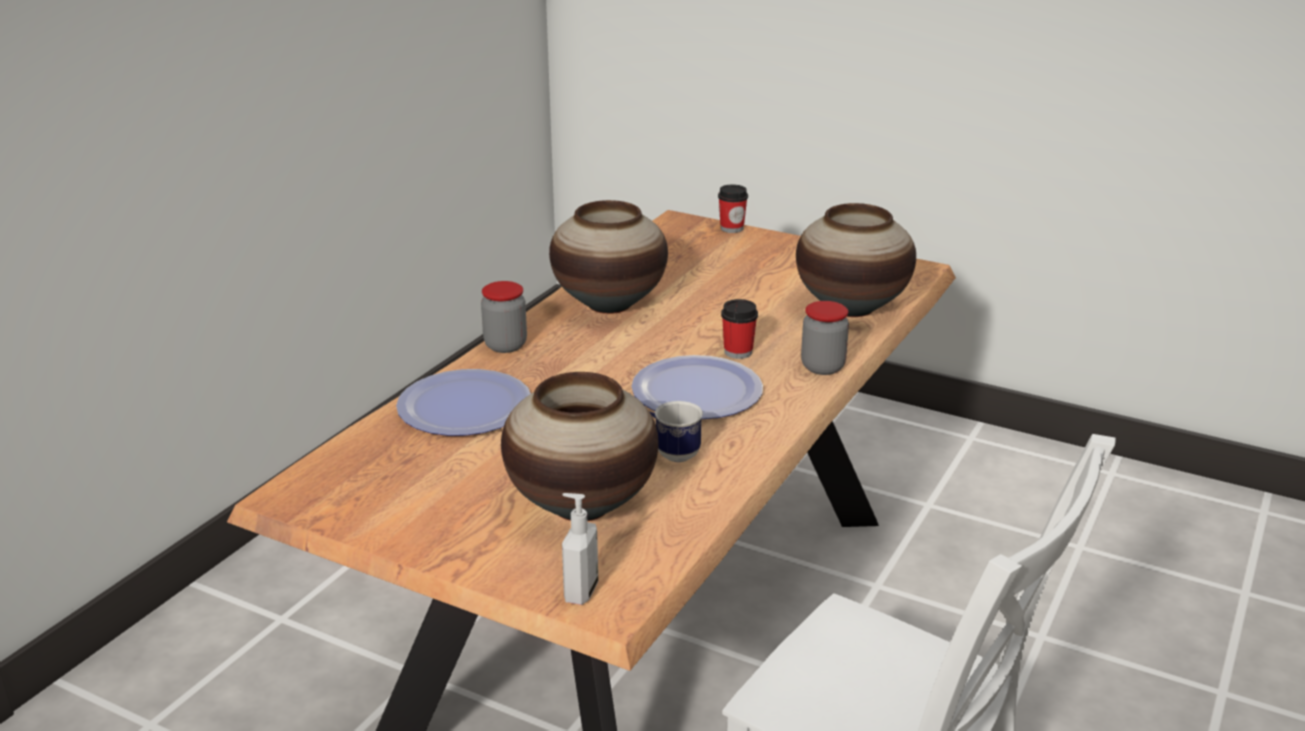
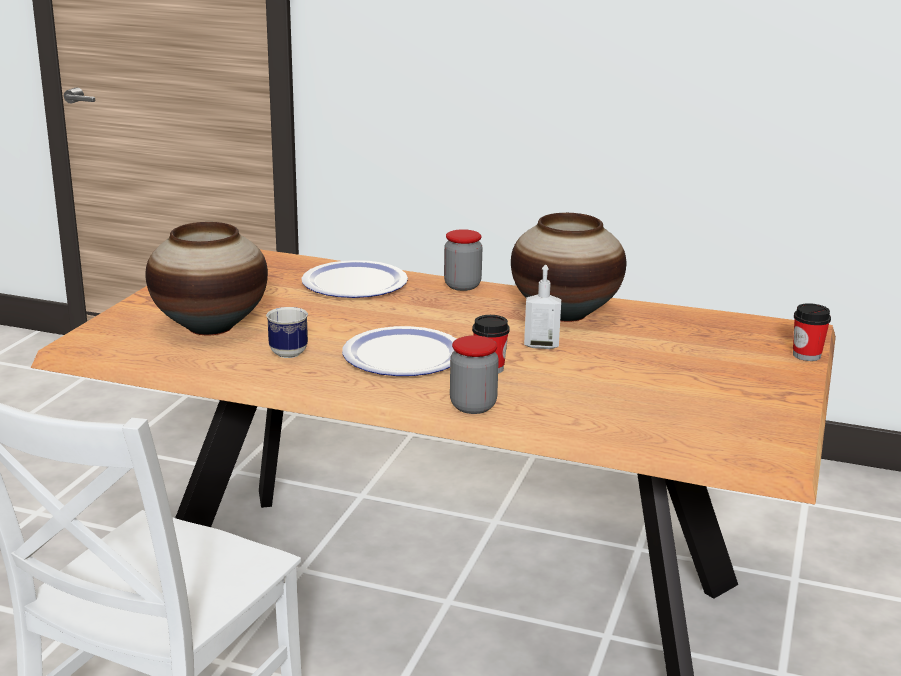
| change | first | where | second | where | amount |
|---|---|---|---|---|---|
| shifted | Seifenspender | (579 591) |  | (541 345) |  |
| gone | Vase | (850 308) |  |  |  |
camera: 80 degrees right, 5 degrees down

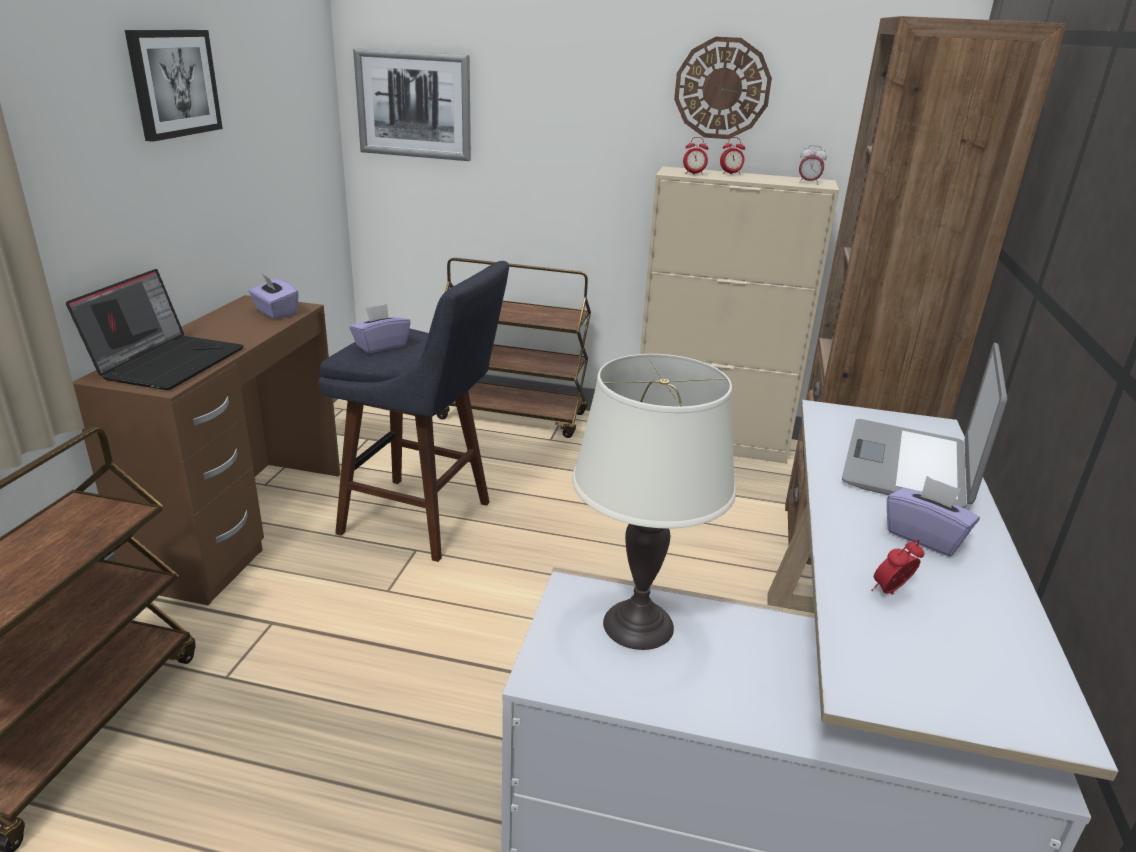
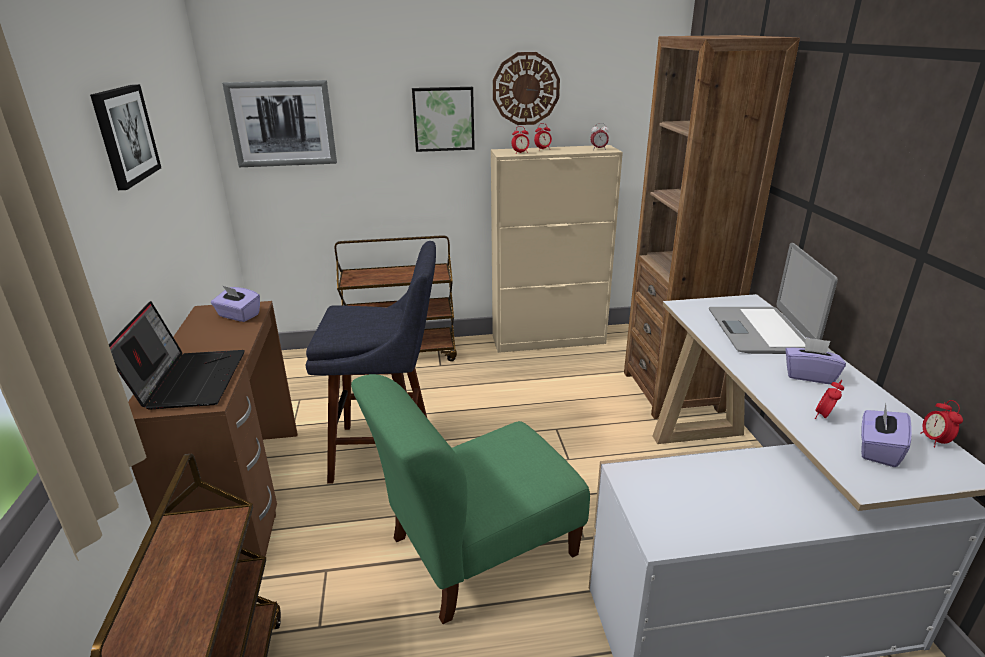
| change | first | where | second | where | amount |
|---|---|---|---|---|---|
| shifted | Taschentuchbox [lila] | (381 346) |  | (878 450) |  |
| gone | Tischlampe [weiß] | (638 625) |  |  |  |
| new |  |  | Stuhl [grün] | (476 551) |  |
| new |  |  | Bild | (443 119) |  |
| new |  |  | Wecker | (934 441) |  |
camera: 20 degrees left, 0 degrees up

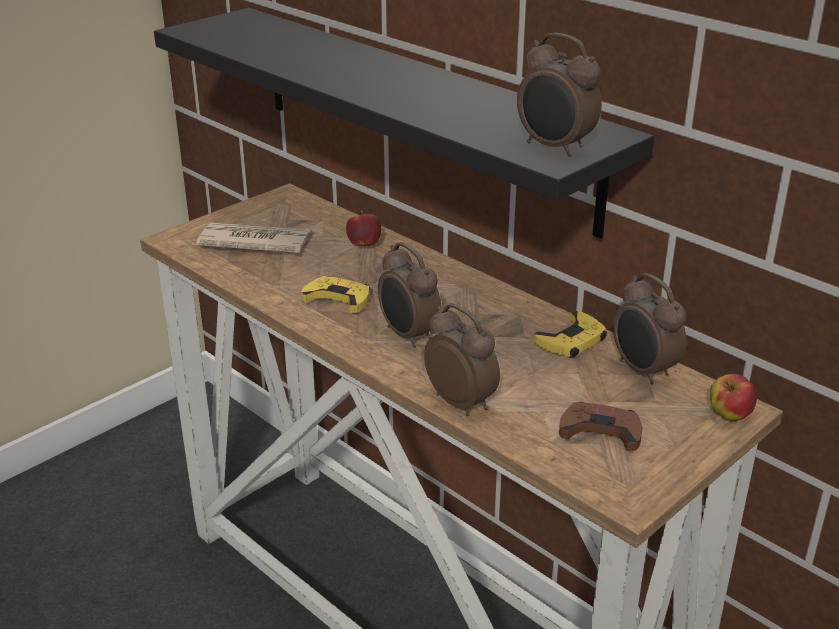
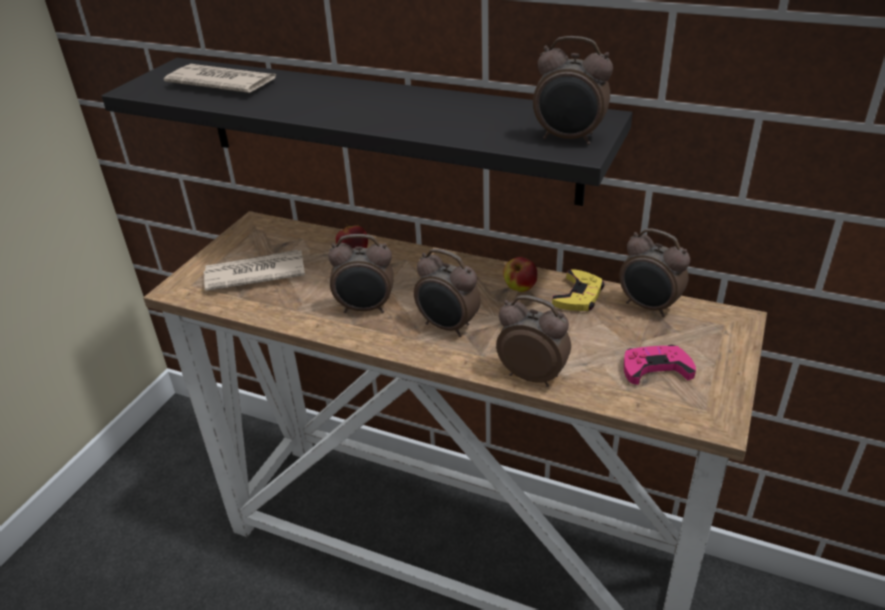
| change | first | where | second | where | amount |
|---|---|---|---|---|---|
| swapped | Gamepad [gelb] | (338 299) | Wecker | (365 309) |  |
| repainted | Gamepad [braun] | (601 431) | Gamepad [rosa] | (655 368) |  |
| shifted | Apfel | (729 415) |  | (520 288) |  |
| new |  |  | Zeitung | (222 83) |  |
camera: 20 degrees left, 5 degrees up

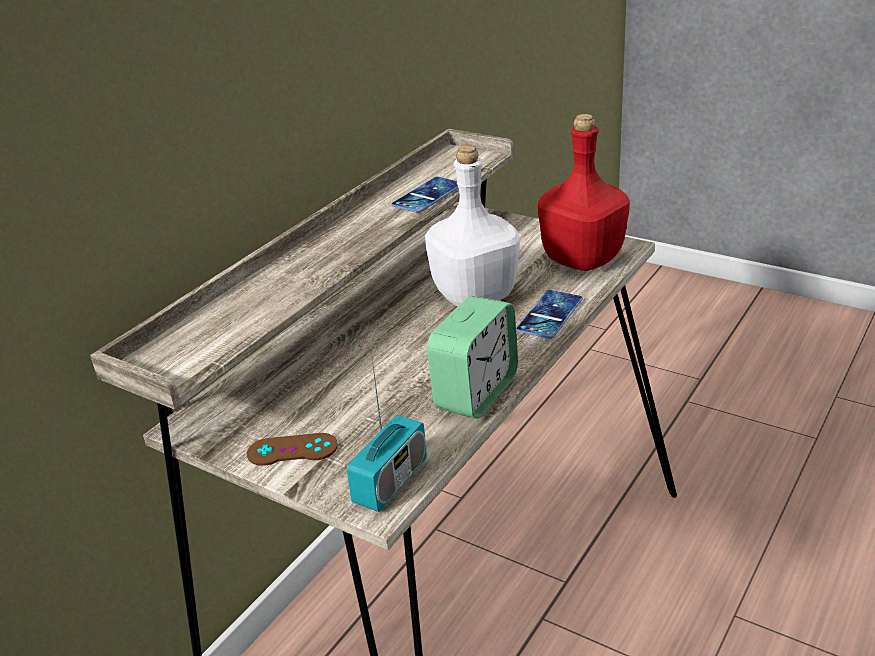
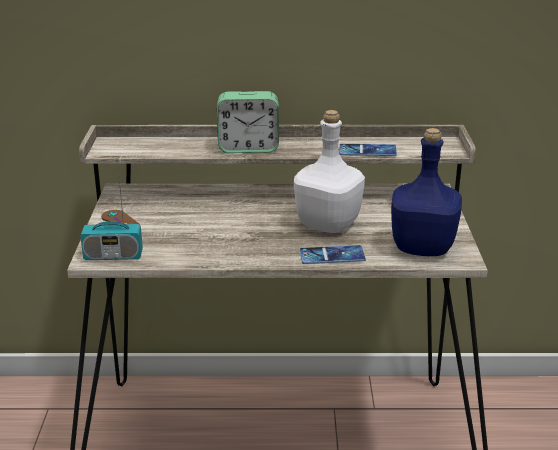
| change | first | where | second | where | amount |
|---|---|---|---|---|---|
| shifted | Wecker | (476 393) |  | (248 148) |  |
| repainted | Flasche [rot] | (583 258) | Flasche [blau] | (424 248) |  |
camera: 55 degrees right, 5 degrees down

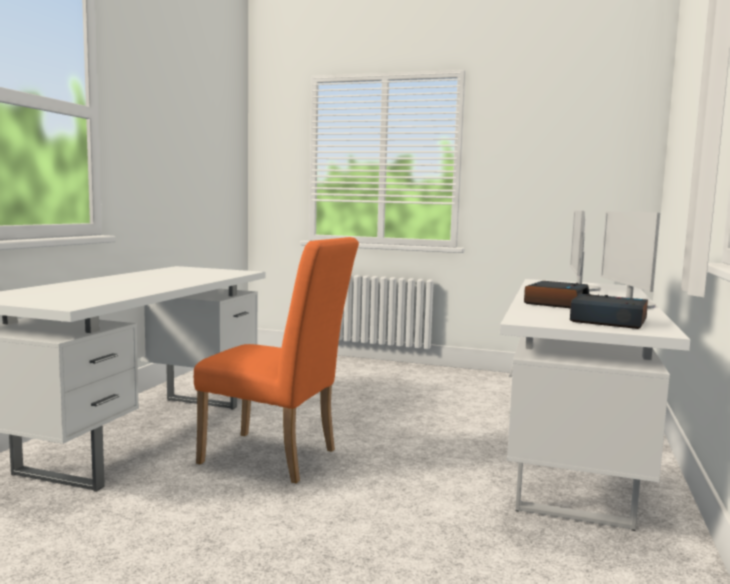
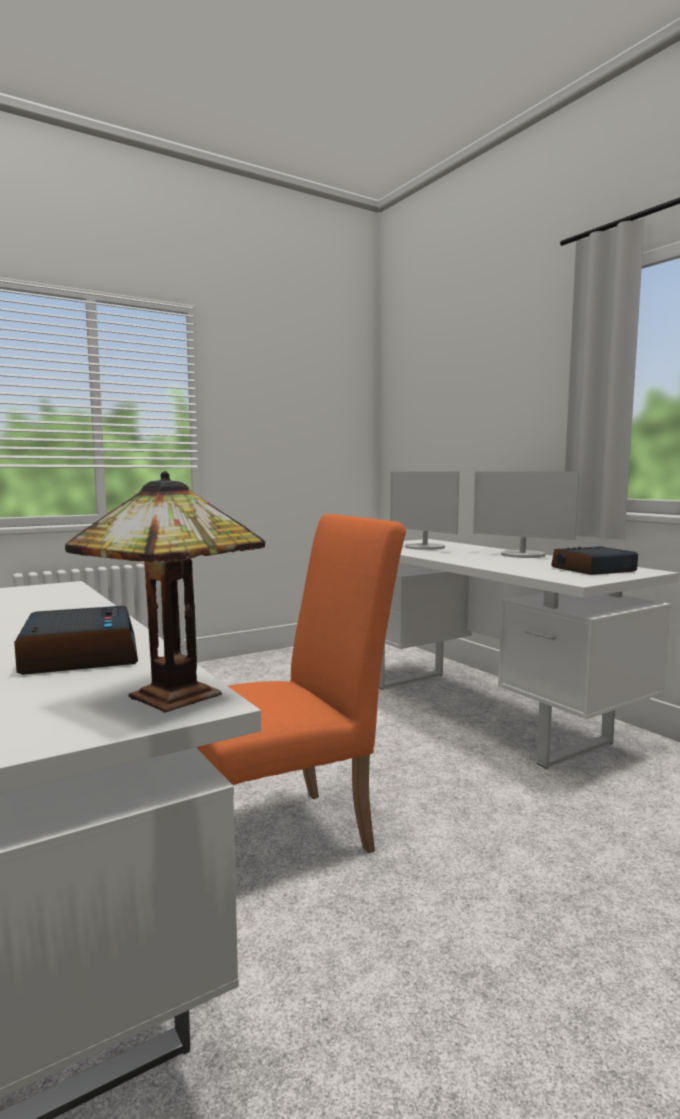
| change | first | where | second | where | amount |
|---|---|---|---|---|---|
| shifted | Wecker | (556 303) |  | (79 654) |  |
| new |  |  | Tischlampe | (172 699) |  |
camera: 50 degrees left, 0 degrees up

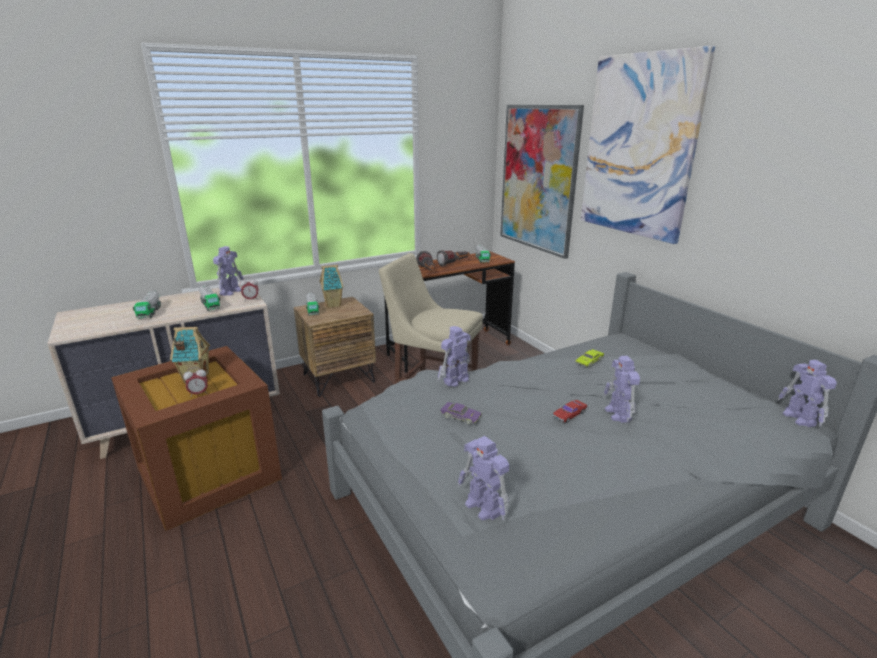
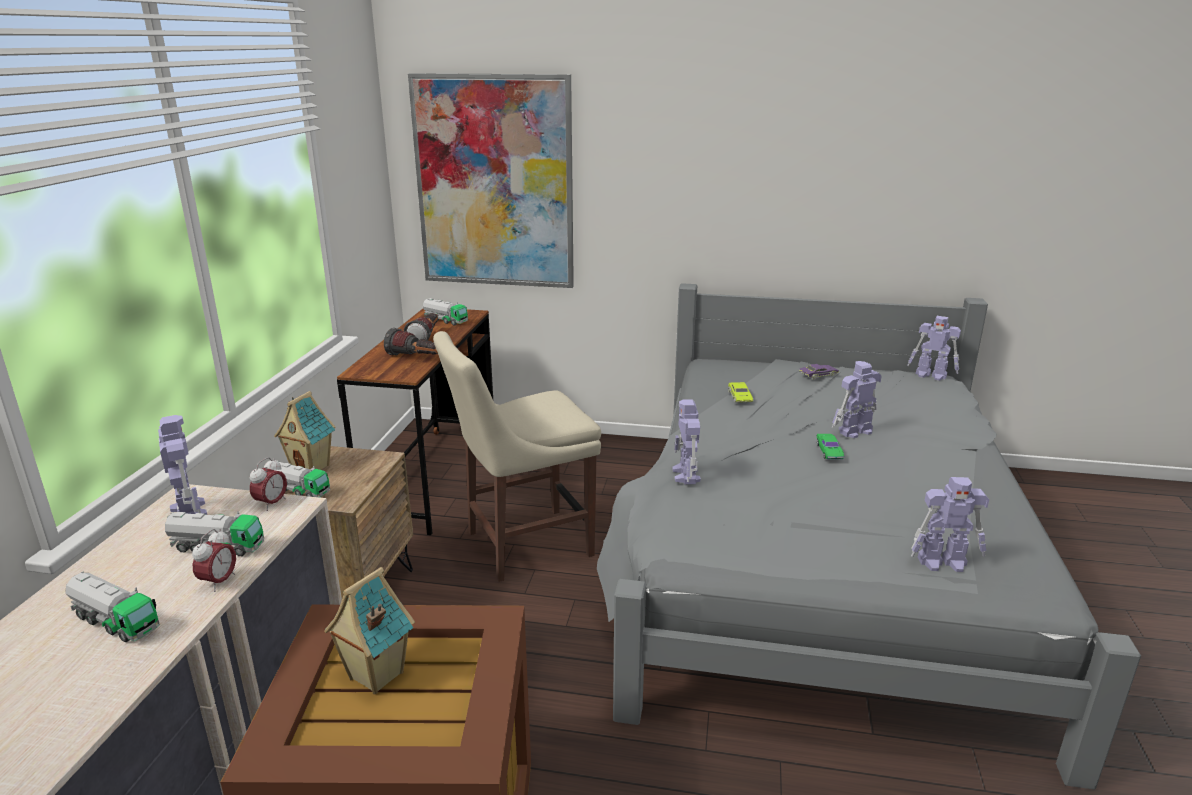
| change | first | where | second | where | amount |
|---|---|---|---|---|---|
| shifted | Wecker | (198 394) |  | (219 582) |  |
| shifted | Spielzeugauto [lila] | (460 416) |  | (818 375) |  |
| repainted | Spielzeugauto [rot] | (569 414) | Spielzeugauto [grün] | (829 450) |  |
| gone | Bild | (639 147) |  |  |  |
| rotated | Spielzeugroboter | (618 414) |  | (854 431) | 120 degrees clockwise |
camera: 50 degrees left, 0 degrees up

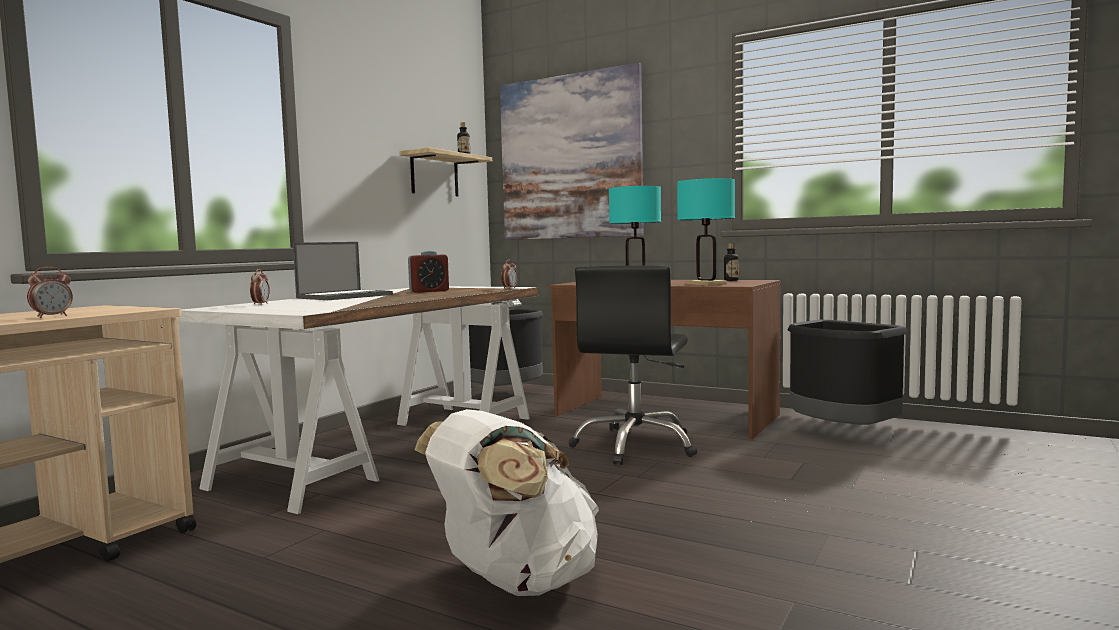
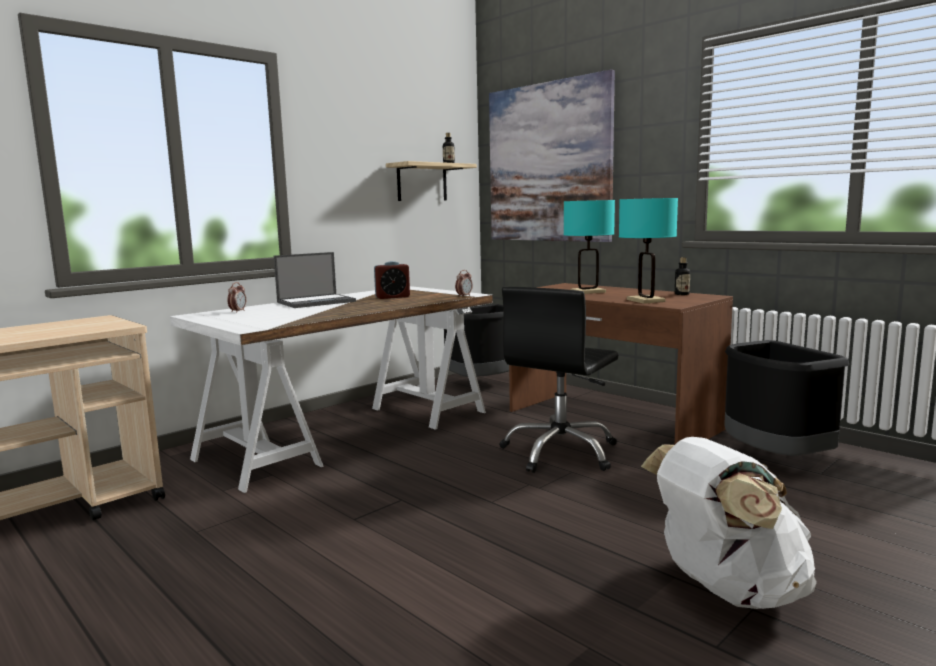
| change | first | where | second | where | amount |
|---|---|---|---|---|---|
| gone | Wecker | (52 316) |  |  |  |
| shifted | Rucksack [weiß] | (514 582) |  | (726 590) |  |
camera: 15 degrees right, 5 degrees up

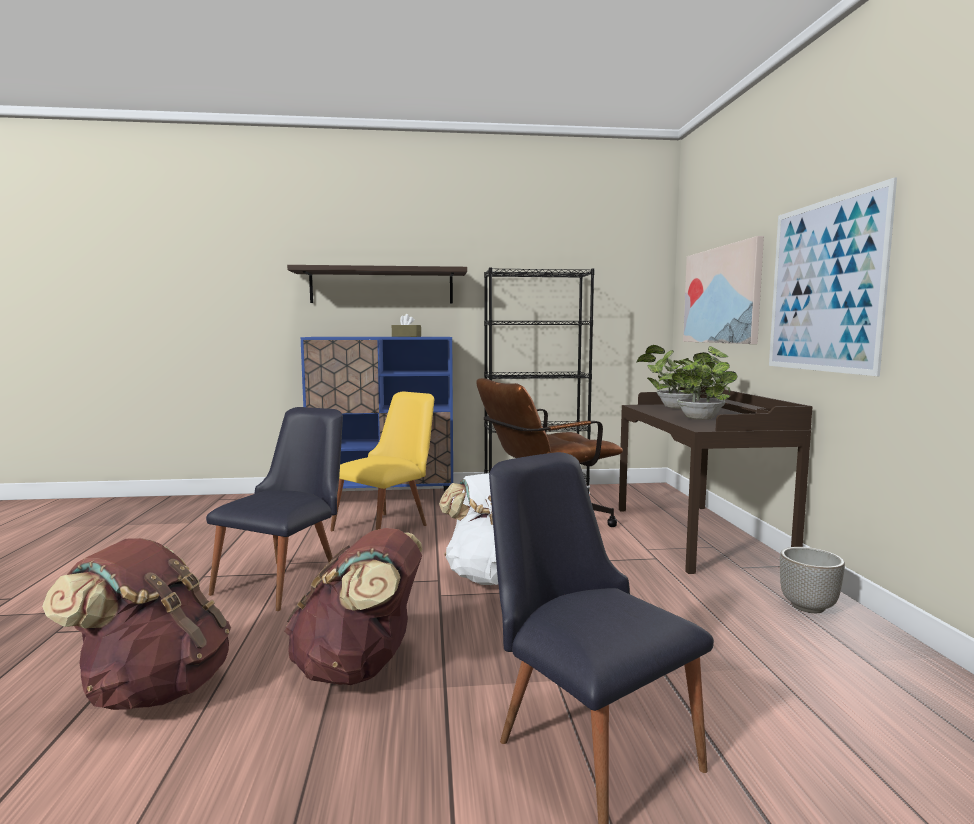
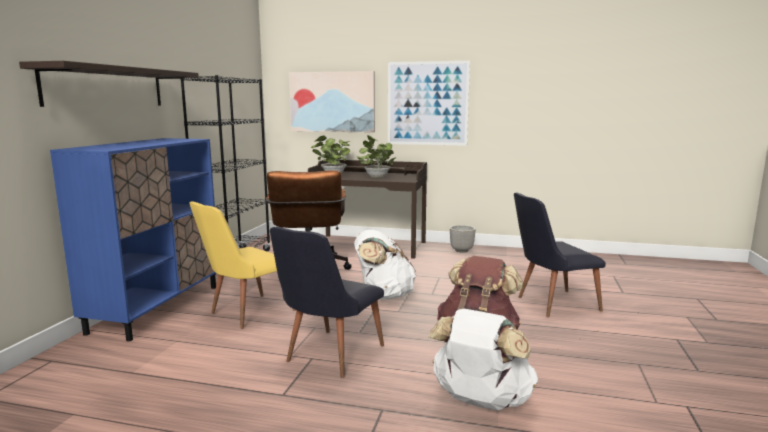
| change | first | where | second | where | amount |
|---|---|---|---|---|---|
| repainted | Rucksack [braun] | (154 689) | Rucksack [weiß] | (480 401) |  |
| rotated | Stuhl [schwarz] | (287 580) |  | (328 356) | 105 degrees counterclockwise |
| rotated | Stuhl [gelb] | (388 526) |  | (245 313) | 105 degrees counterclockwise |
| gone | Taschentuchbox [braun] | (406 336) |  |  |  |
camera: 70 degrees left, 5 degrees up

